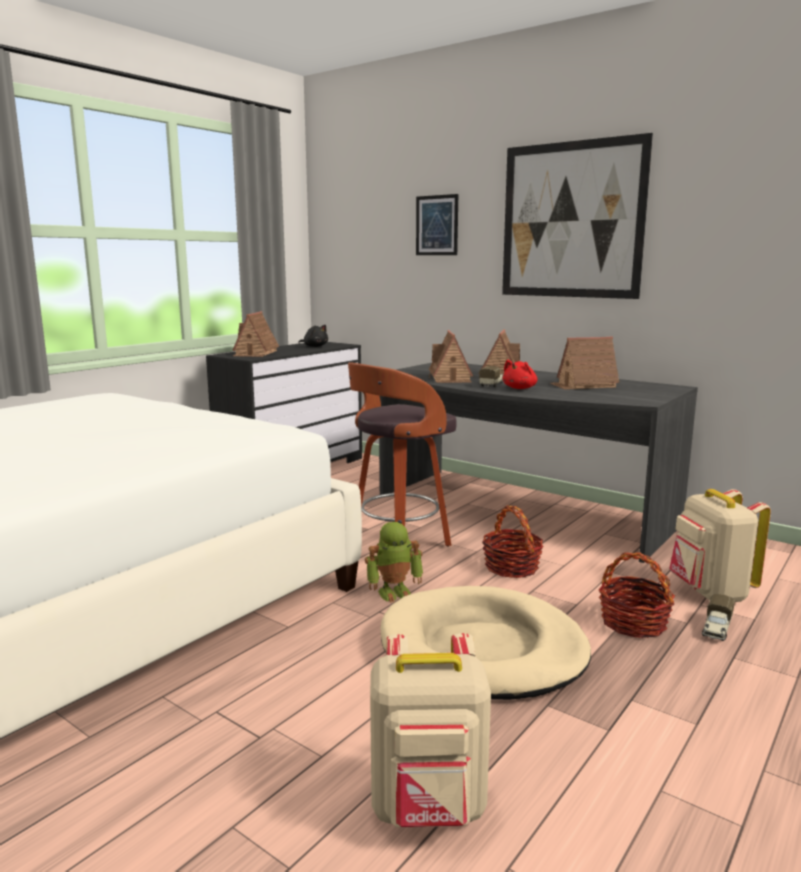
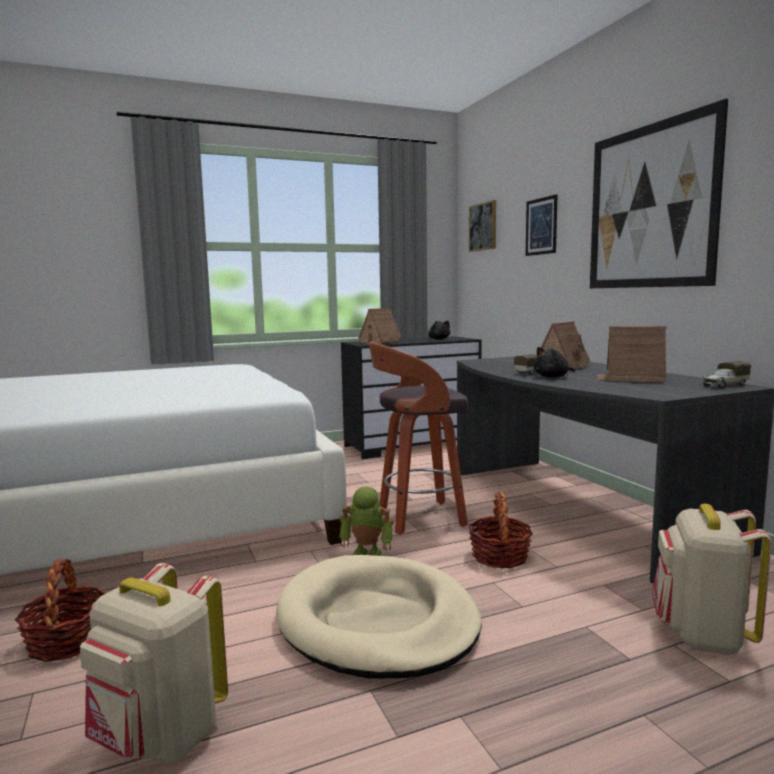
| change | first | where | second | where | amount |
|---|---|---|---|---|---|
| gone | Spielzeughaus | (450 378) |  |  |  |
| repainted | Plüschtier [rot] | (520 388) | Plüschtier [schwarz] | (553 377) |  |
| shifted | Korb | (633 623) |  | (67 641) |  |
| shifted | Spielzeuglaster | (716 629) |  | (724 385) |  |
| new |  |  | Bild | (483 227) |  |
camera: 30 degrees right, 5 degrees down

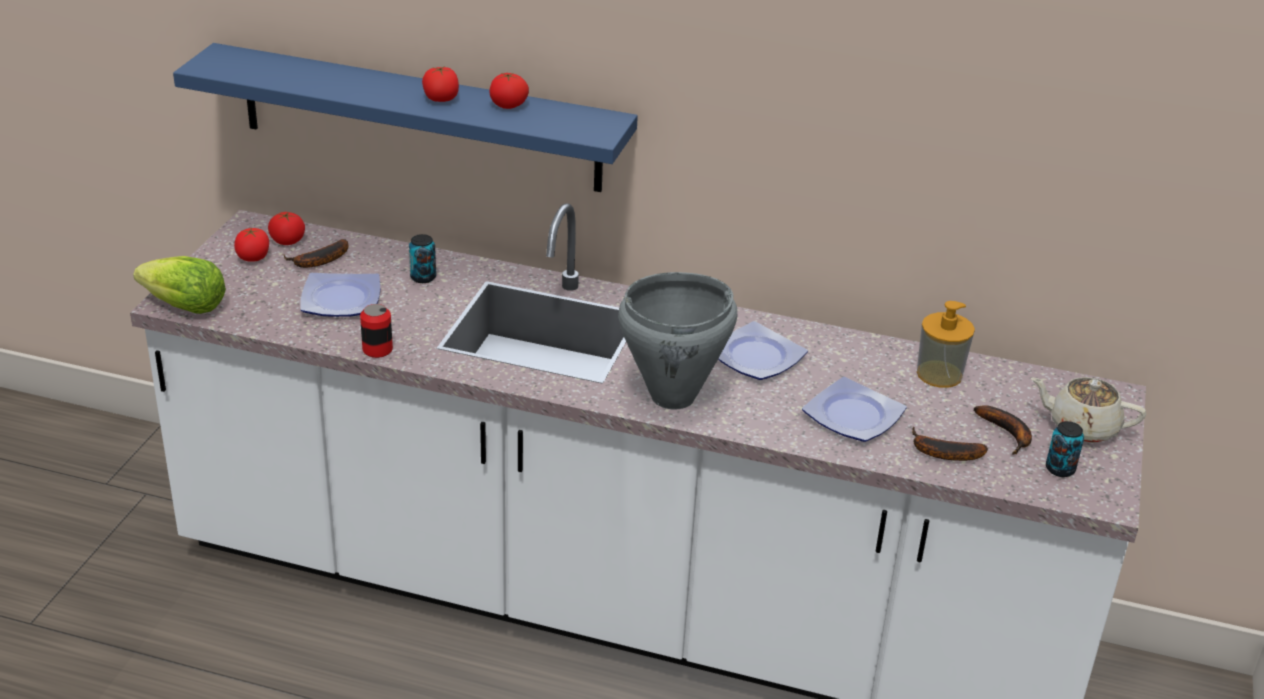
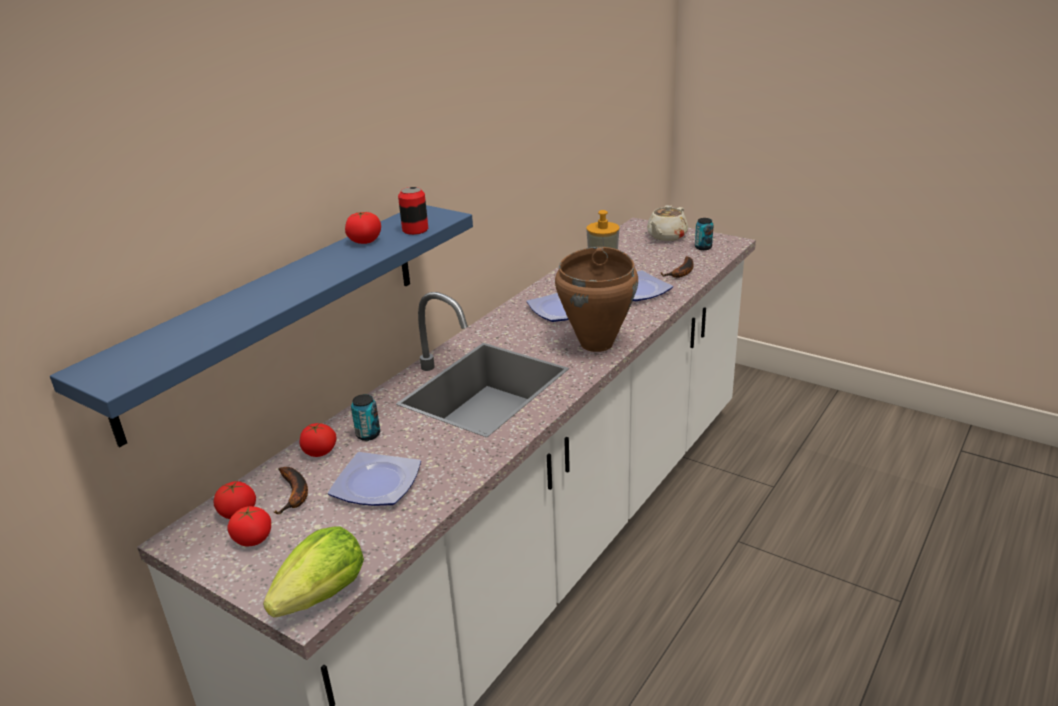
| change | first | where | second | where | amount |
|---|---|---|---|---|---|
| shifted | Dose | (377 349) |  | (415 230) |  |
| shifted | Tomate | (441 99) |  | (320 452) |  |
| repainted | Kochtopf [grau] | (673 397) | Kochtopf [braun] | (597 343) |  |
| gone | Banane | (1008 434) |  |  |  |
camera: 70 degrees left, 5 degrees down

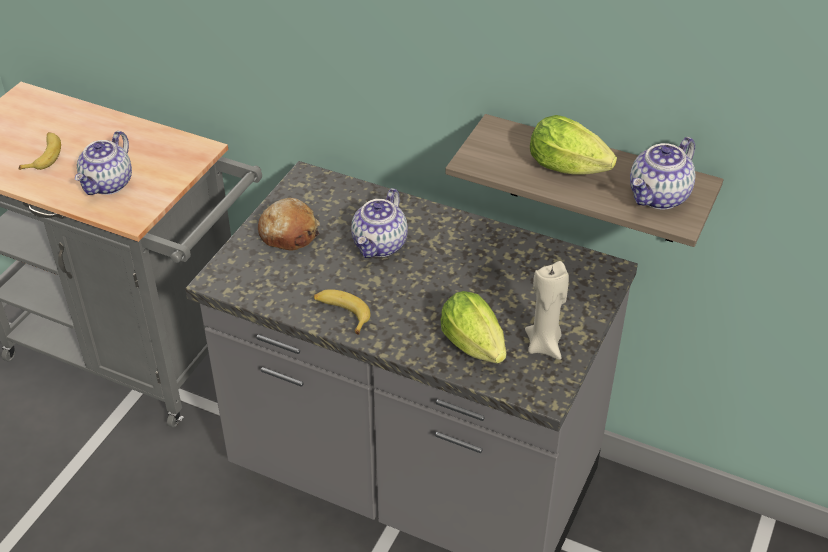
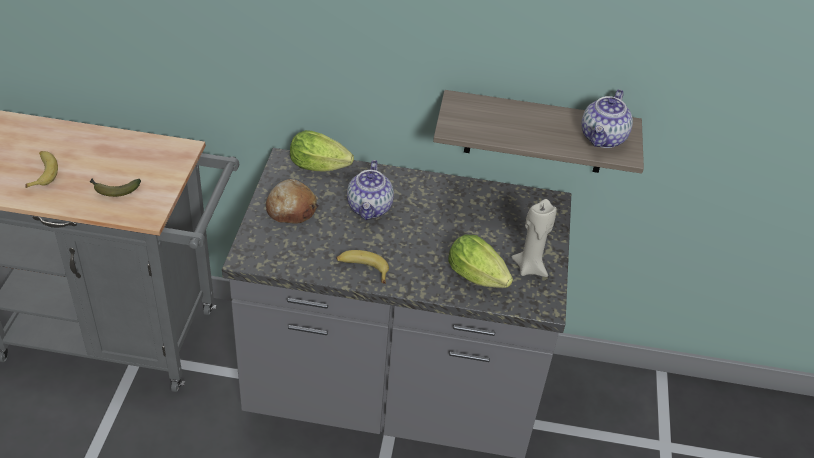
| change | first | where | second | where | amount |
|---|---|---|---|---|---|
| swapped | Teekanne | (108 184) | Banane | (113 190) |  |
| shifted | Salatkopf | (572 170) |  | (322 167) |  |
camera: 20 degrees left, 0 degrees up

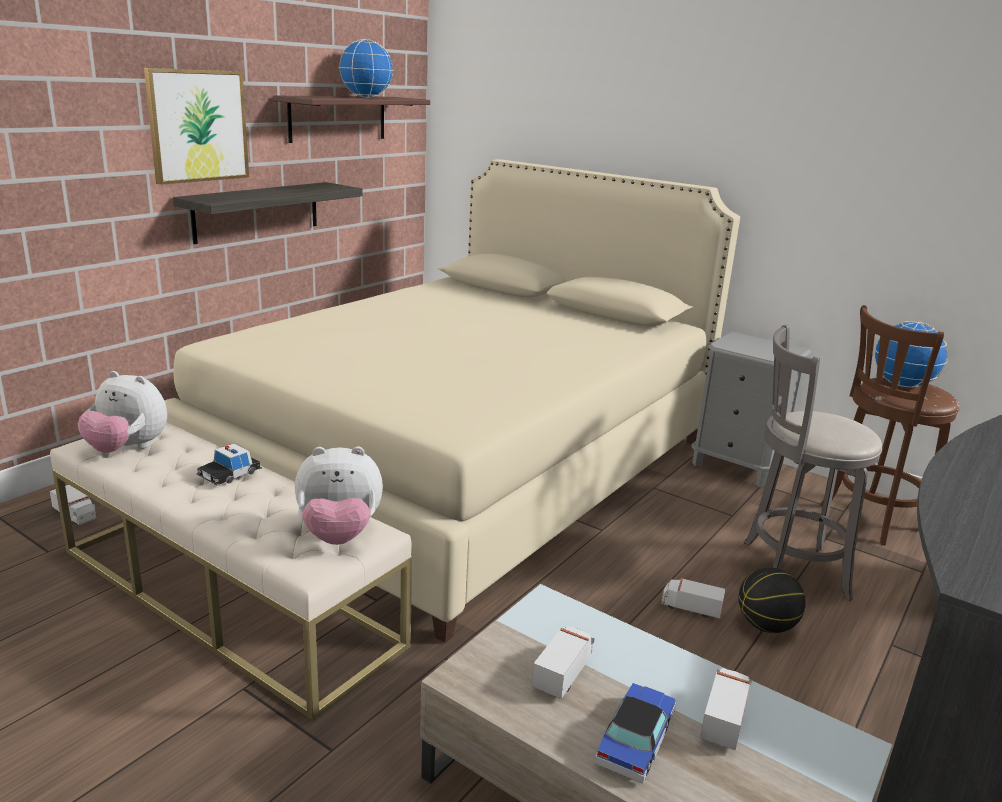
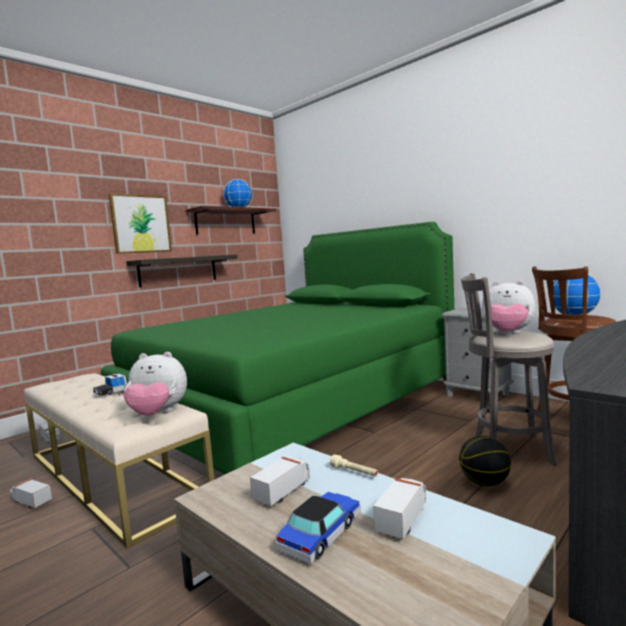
| change | first | where | second | where | amount |
|---|---|---|---|---|---|
| shifted | Plüschtier | (127 449) |  | (507 334) |  |
| repainted | Bett [beige] | (463 466) | Bett [grün] | (293 405) |  |
| shifted | Spielzeuglaster | (690 608) |  | (31 502) |  |
| new |  |  | Taschenlampe [beige] | (354 472) |  |
camera: 10 degrees right, 15 degrees down

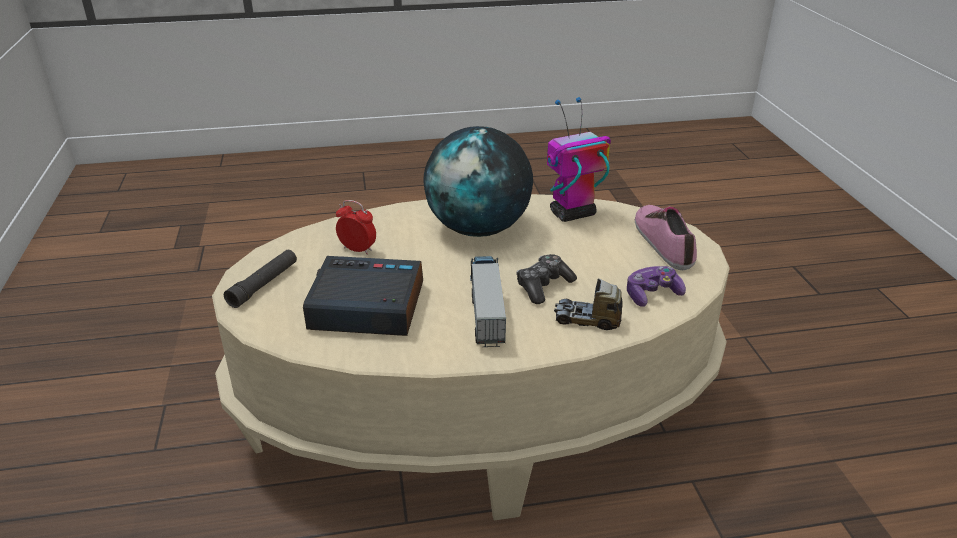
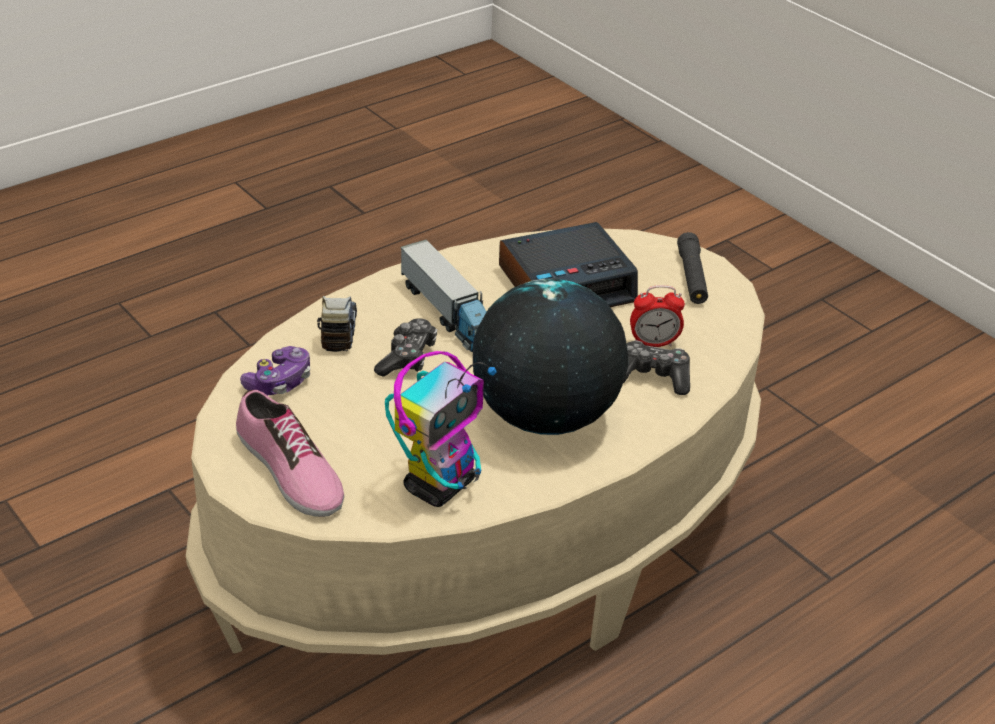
| change | first | where | second | where | amount |
|---|---|---|---|---|---|
| rotated | Spielzeuglaster | (587 320) |  | (338 331) | 75 degrees counterclockwise |
| new |  |  | Gamepad | (652 377) |  |
camera: 150 degrees right, 5 degrees up

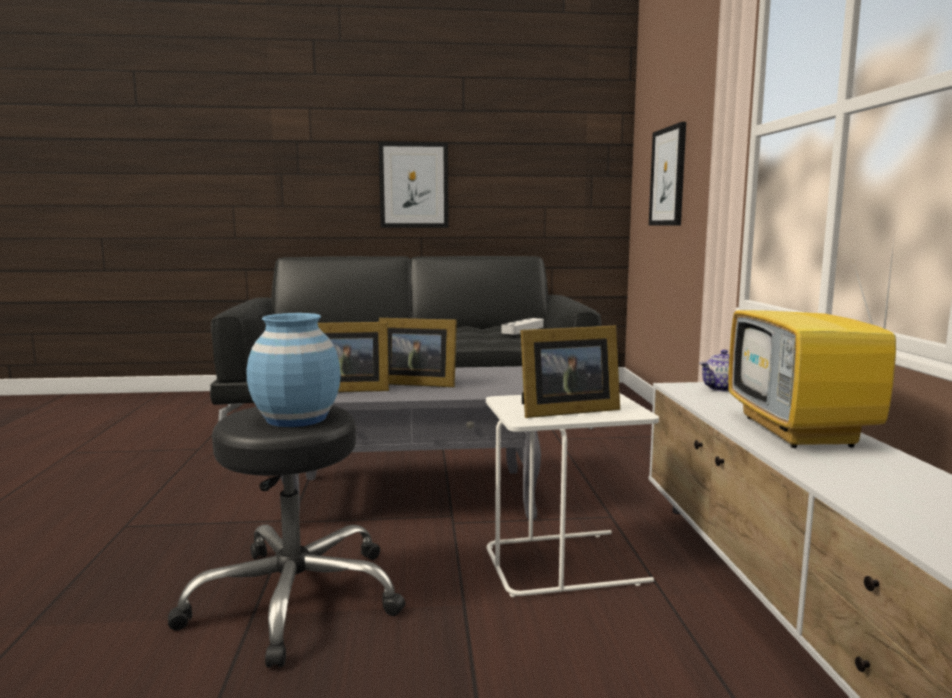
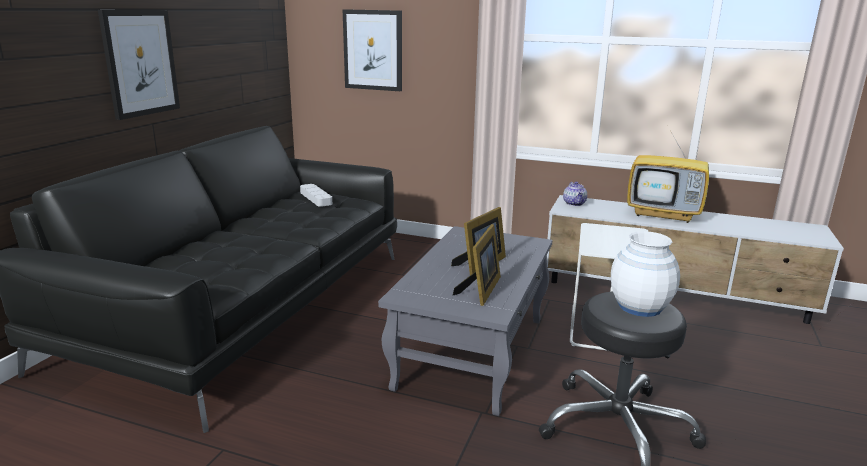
| change | first | where | second | where | amount |
|---|---|---|---|---|---|
| repainted | Vase [blau] | (296 419) | Vase [weiß] | (640 307) |  |
| gone | Bilderrahmen | (564 410) |  |  |  |
camera: 65 degrees left, 10 degrees up

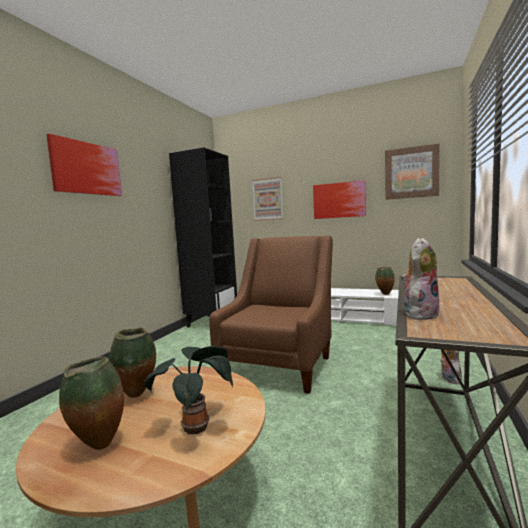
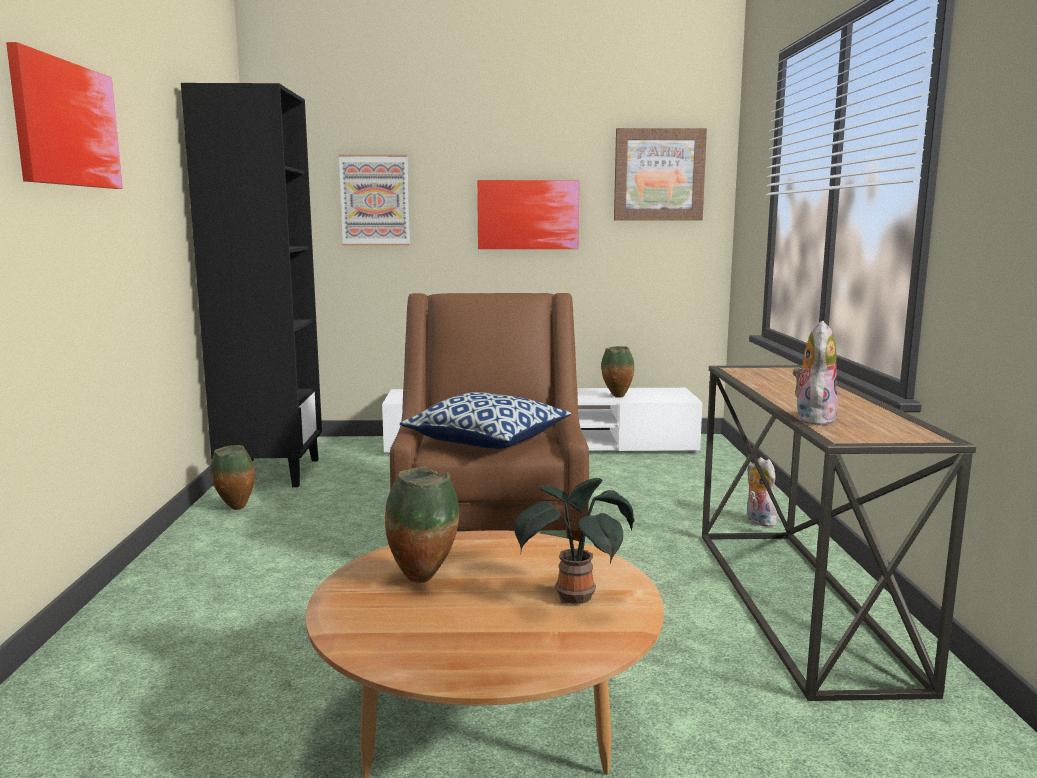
| change | first | where | second | where | amount |
|---|---|---|---|---|---|
| shifted | Vase | (98 446) |  | (235 509) |  |
| new |  |  | Kissen | (487 441) |  |
camera: 25 degrees left, 5 degrees up

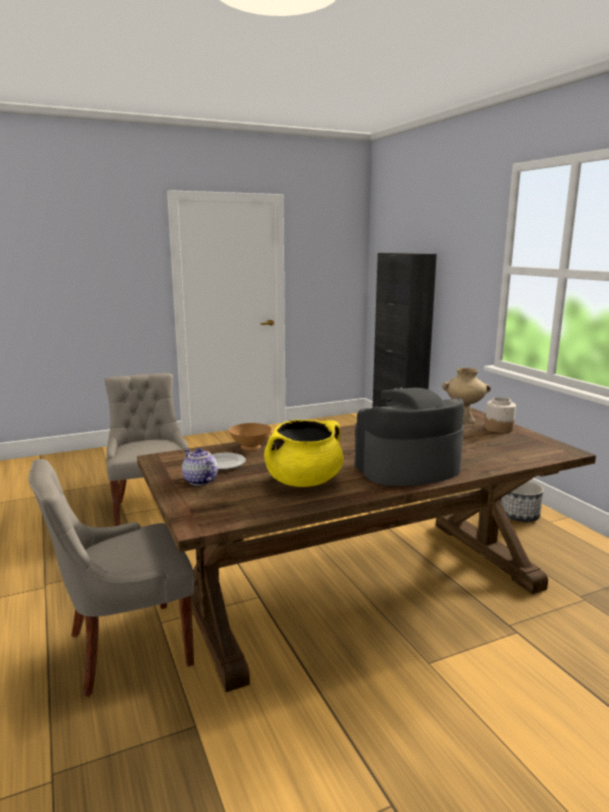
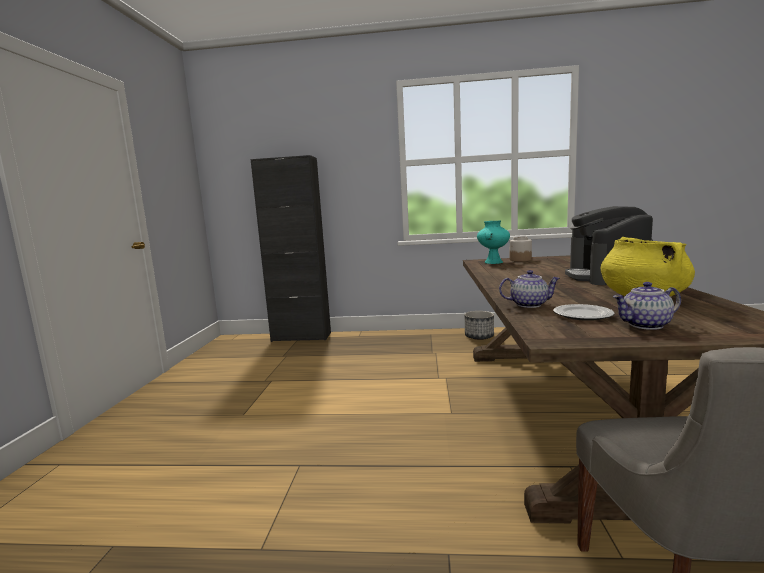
| change | first | where | second | where | amount |
|---|---|---|---|---|---|
| gone | Stuhl [grau] | (152 510) |  |  |  |
| swapped | Schüssel [braun] | (251 448) | Teekanne | (529 304) |  |
| repainted | Vase [beige] | (464 420) | Vase [türkis] | (493 262) |  |
camera: 60 degrees left, 5 degrees down

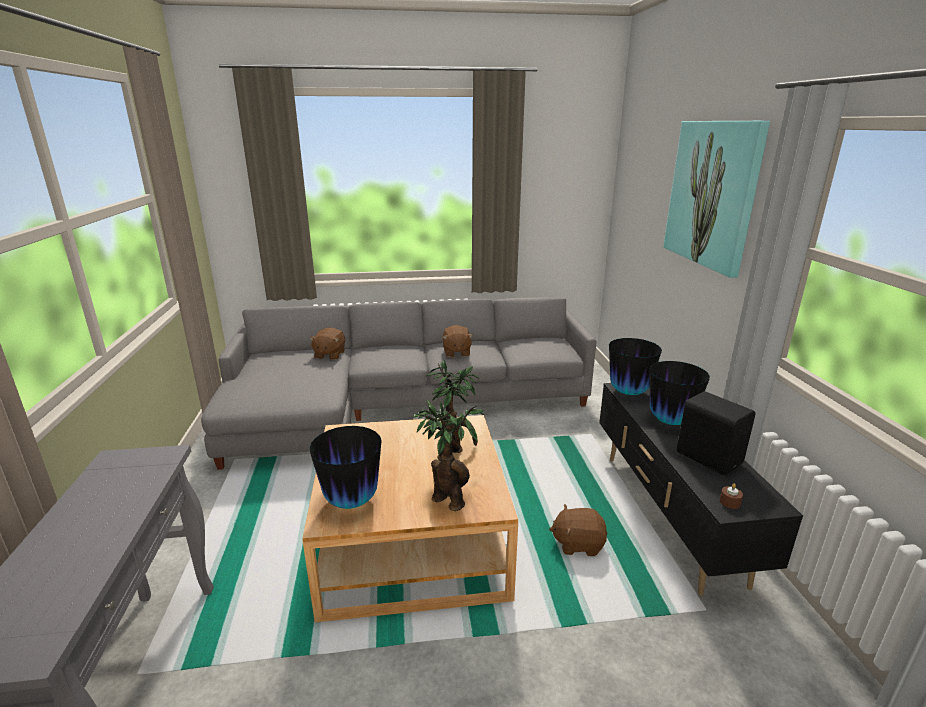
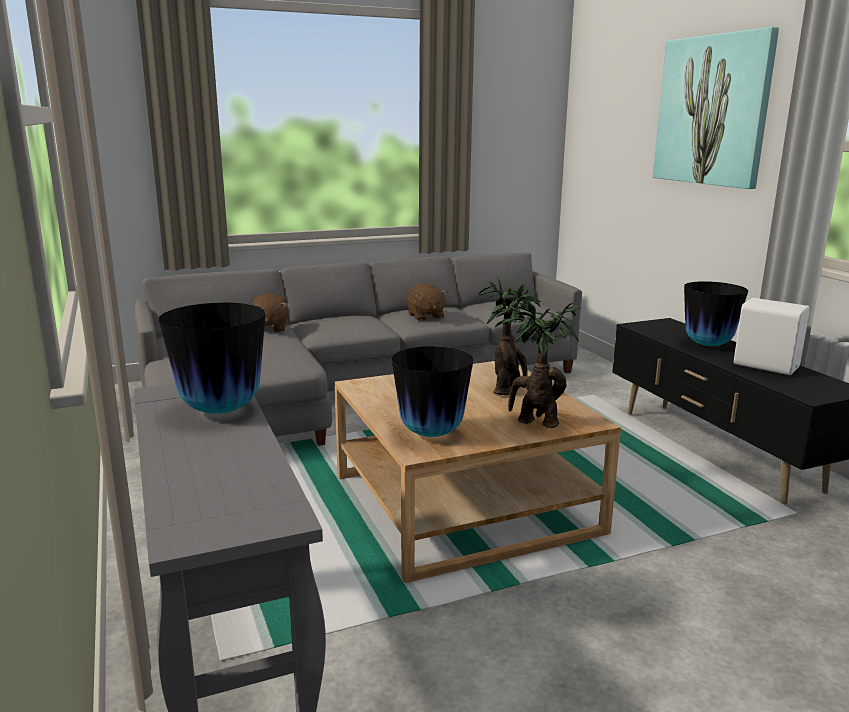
| change | first | where | second | where | amount |
|---|---|---|---|---|---|
| gone | Plüschtier [braun] | (578 543) |  |  |  |
| shifted | Vase | (628 392) |  | (221 410) |  |
| repainted | Lautsprecher [schwarz] | (708 457) | Lautsprecher [weiß] | (765 365) |  |
| gone | Kerze [braun] | (729 502) |  |  |  |
camera: 15 degrees left, 5 degrees down

